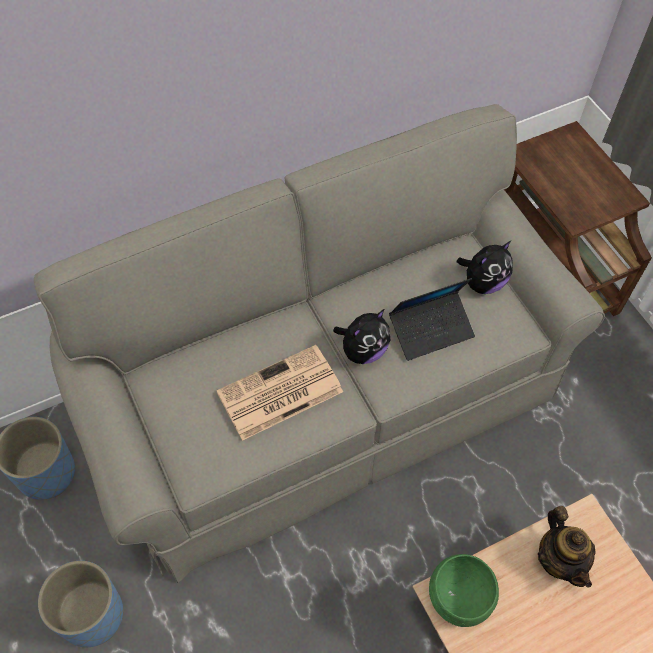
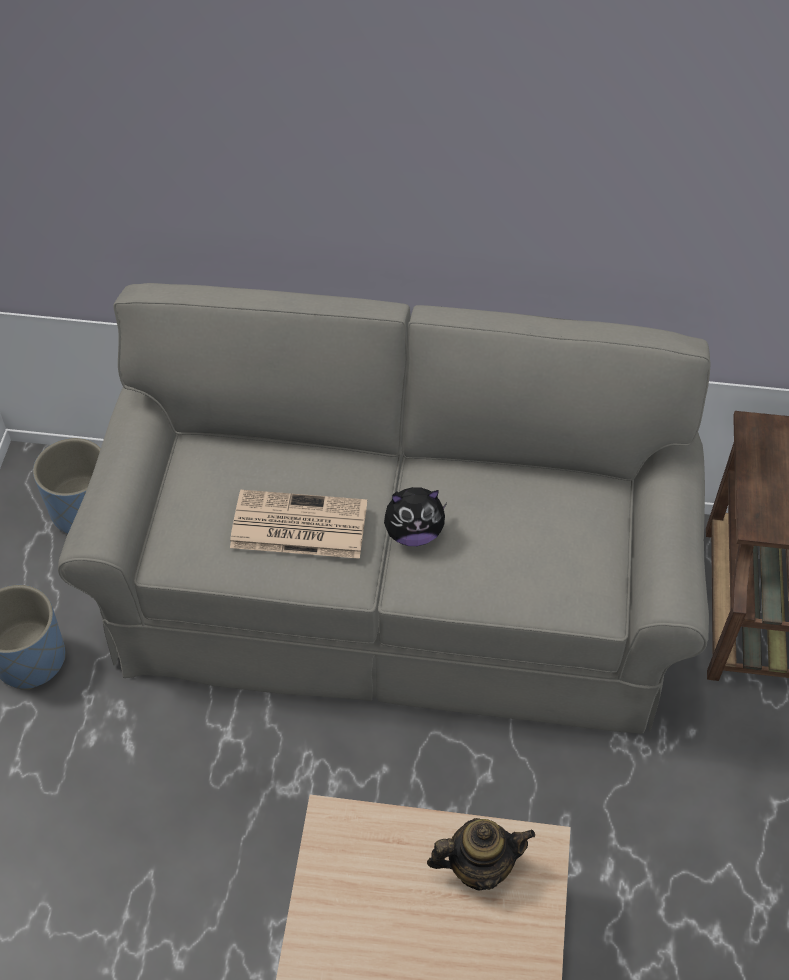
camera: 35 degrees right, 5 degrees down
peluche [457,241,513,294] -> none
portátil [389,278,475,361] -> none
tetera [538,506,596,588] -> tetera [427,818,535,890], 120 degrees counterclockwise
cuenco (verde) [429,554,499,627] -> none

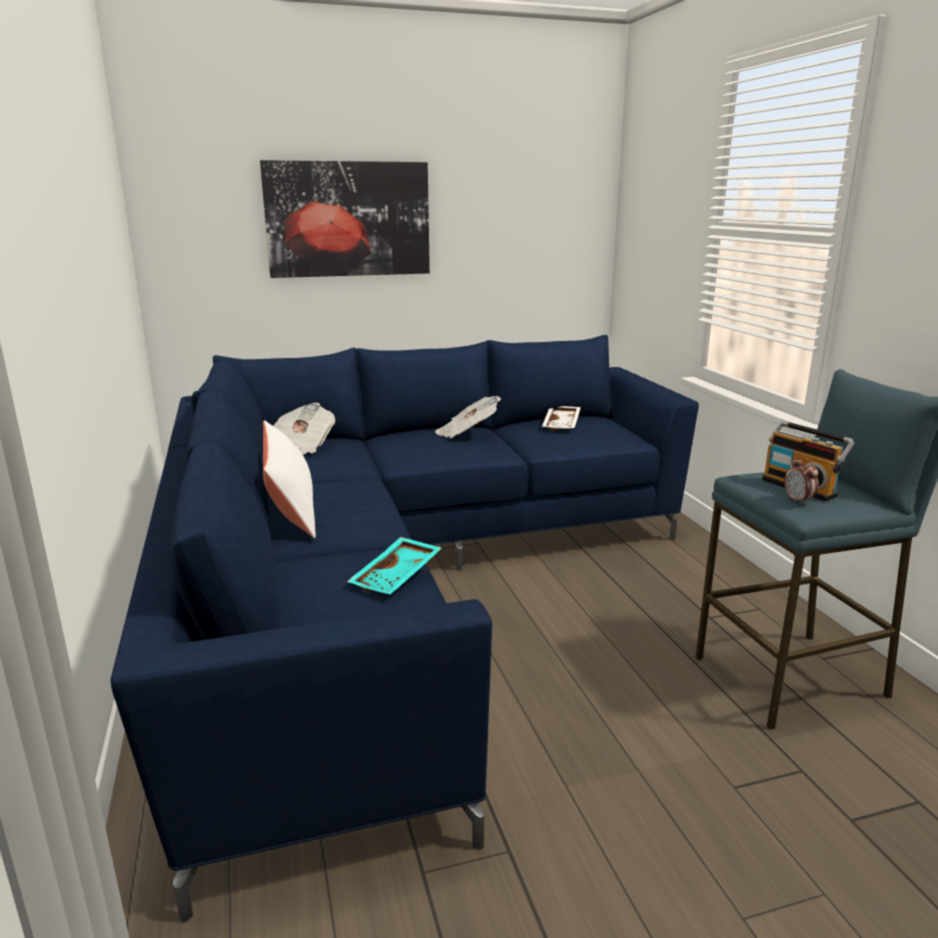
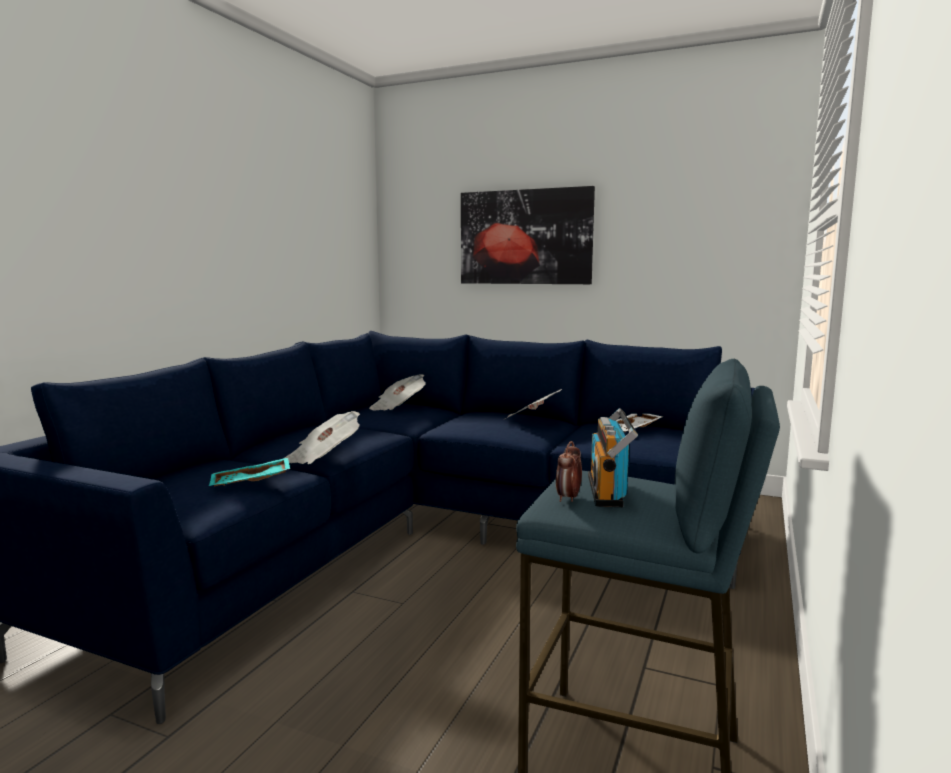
camera: 40 degrees right, 10 degrees down
cojín (blanco) [263,420,316,538] -> none
none -> periódico [285,411,360,464]

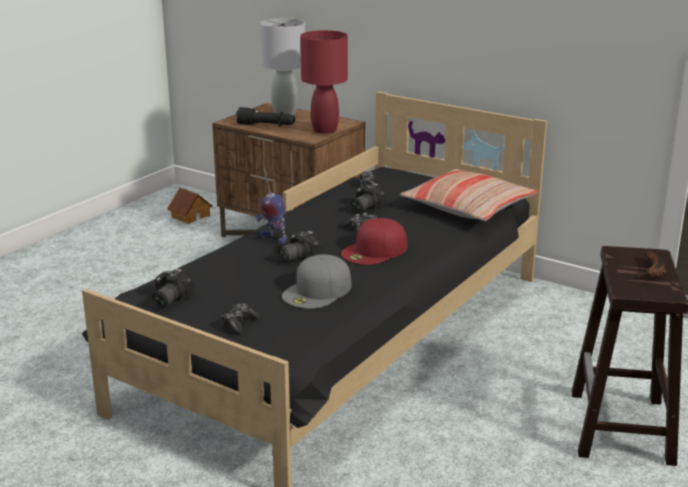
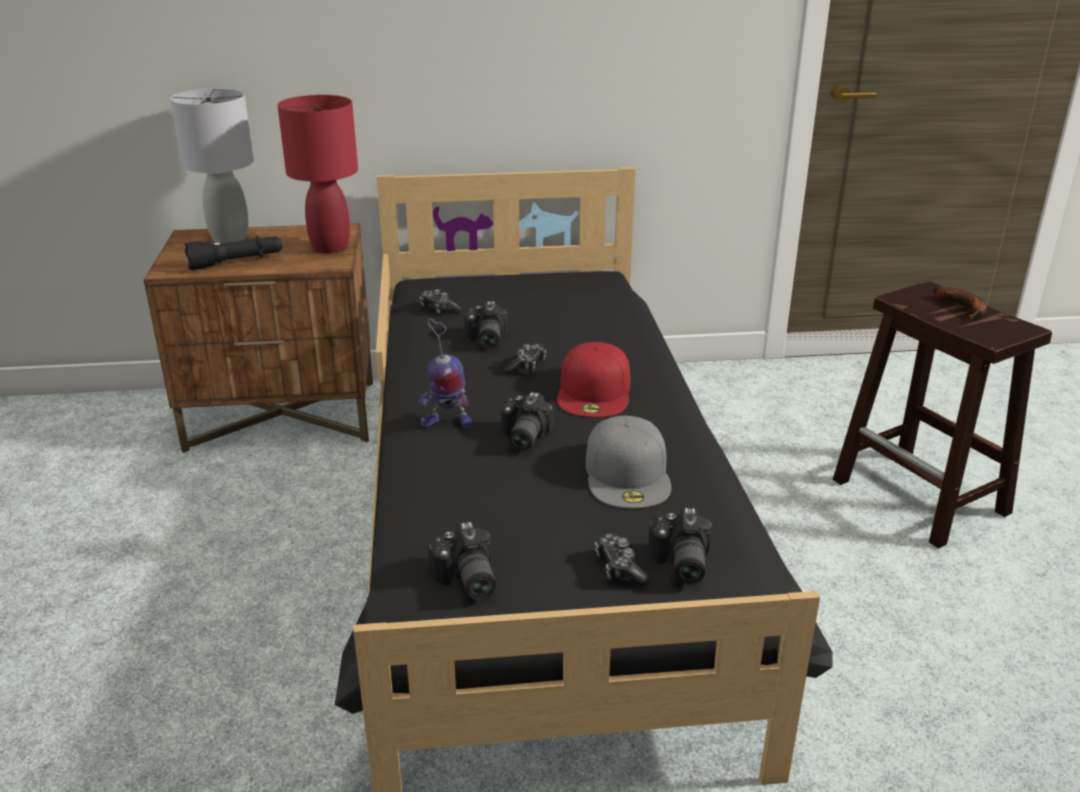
camera: 40 degrees left, 5 degrees up
cojín [400,169,538,221] -> none
casita [167,187,213,224] -> none
none -> cámara [648,507,712,584]

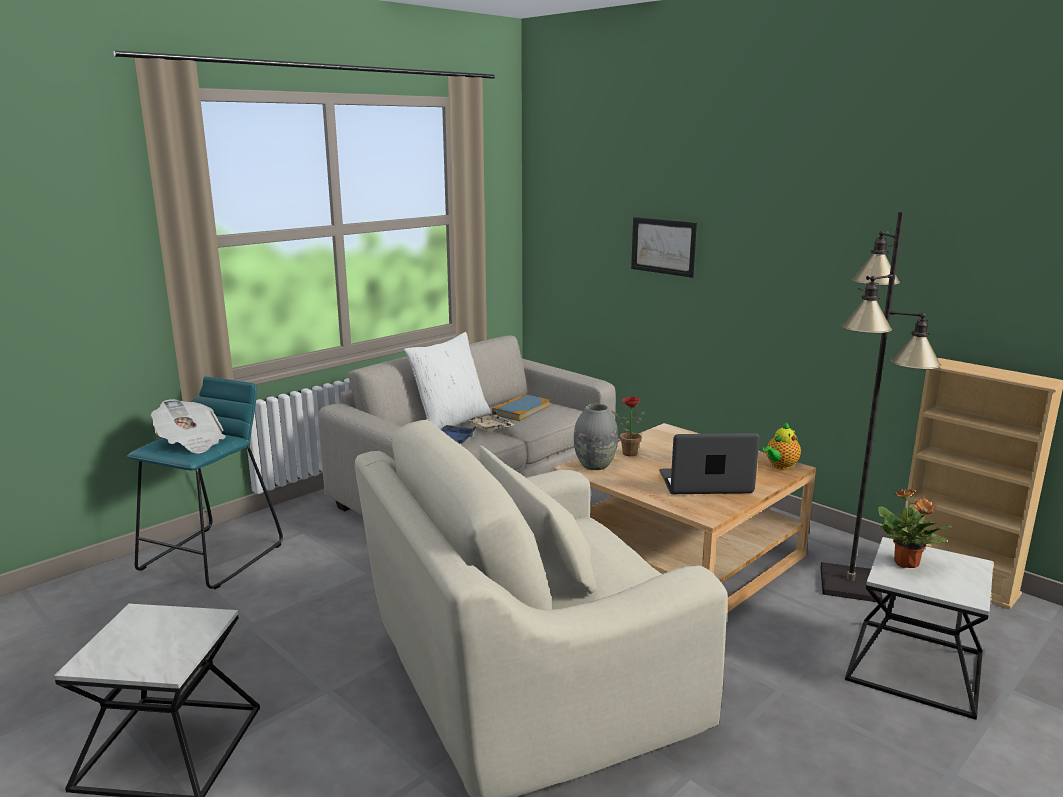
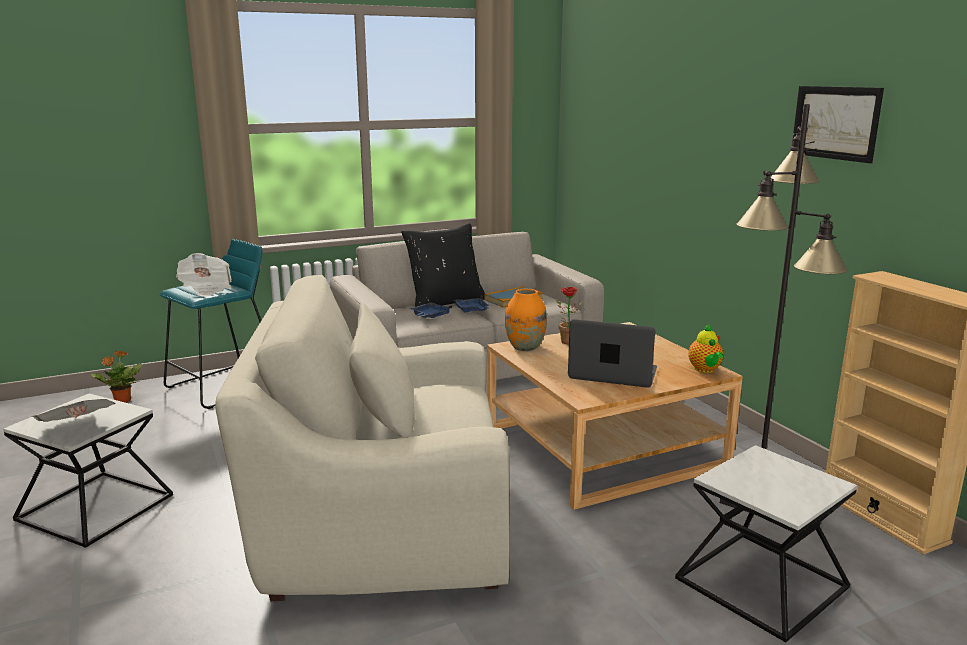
camera: 20 degrees right, 0 degrees up
cuadro [631,217,697,278] -> cuadro [793,86,884,163], shifted
cojín (blanco) [404,332,491,429] -> cojín (negro) [401,223,485,307]
florero (gris) [574,404,618,470] -> florero (naranja) [505,289,547,351]
bandeja (beis) [467,410,514,432] -> bandeja (azul) [454,296,489,313]
tetera [763,422,801,470] -> tetera [688,324,723,373], 75 degrees counterclockwise
planta en maceta [878,488,952,568] -> planta en maceta [91,351,142,403], shifted
none -> periódico [31,399,116,422]

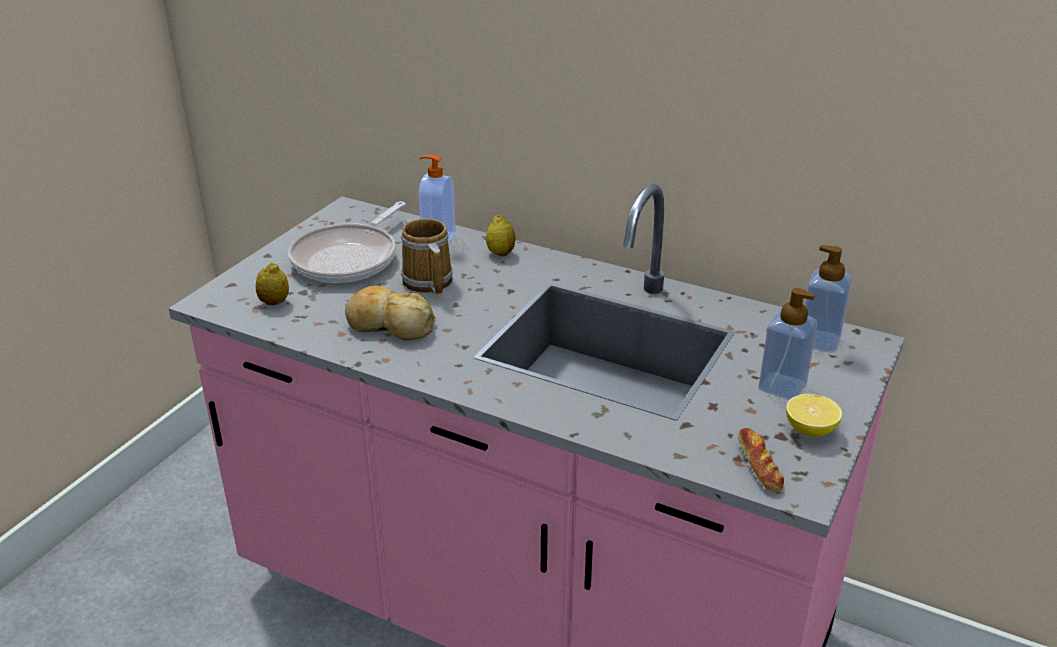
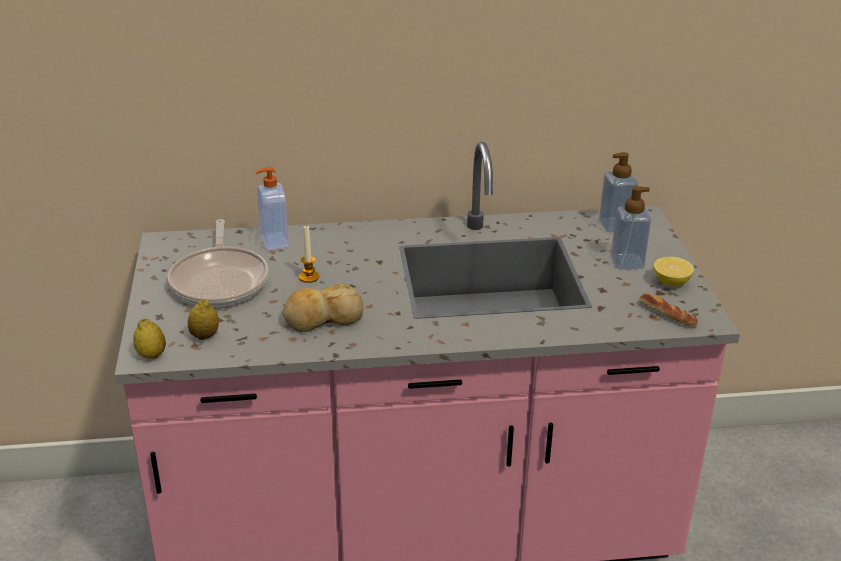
camera: 35 degrees left, 0 degrees up
limón [486,215,515,256] -> limón [133,318,166,359], shifted
taza grande [401,218,453,295] -> vela [299,226,319,283]

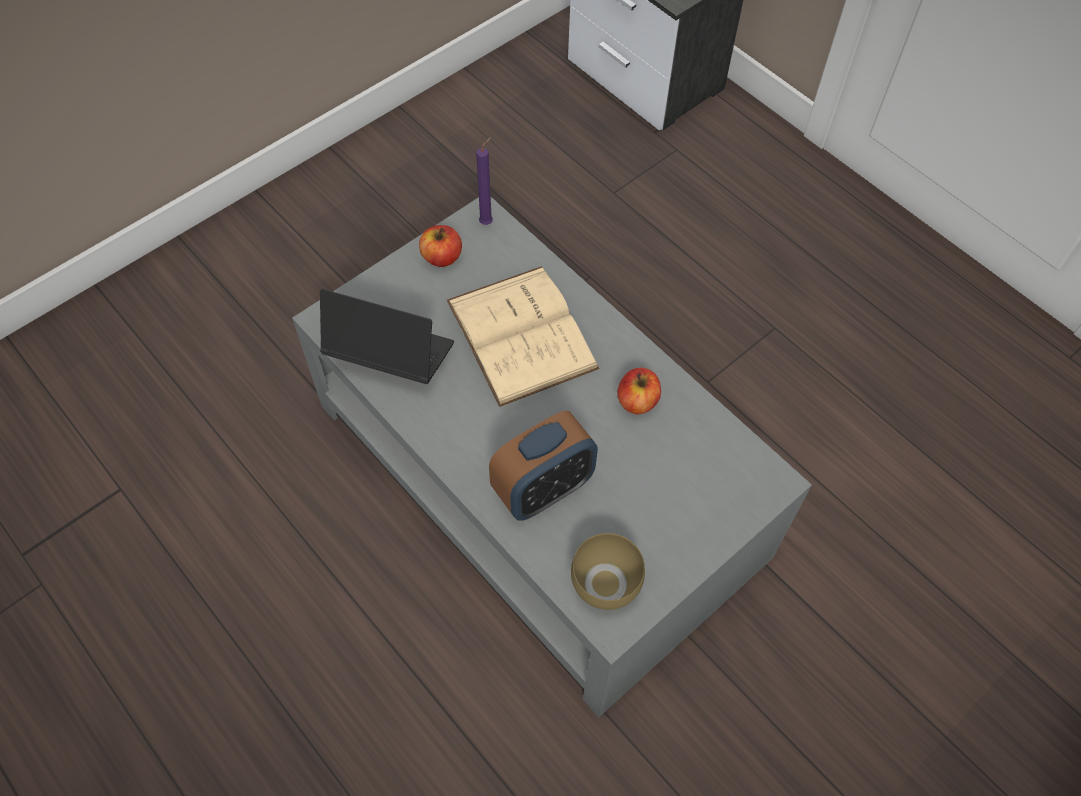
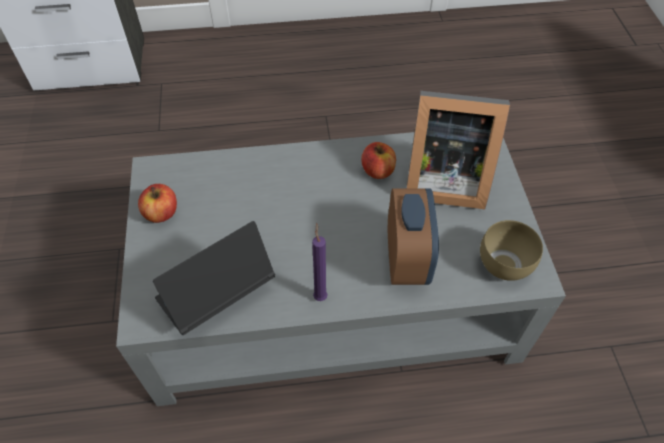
camera: 55 degrees left, 5 degrees down
vela (morado) [476,137,493,225] -> vela (morado) [312,223,328,301], shifted
libro (beis) [447,266,599,407] -> none
none -> portarretratos [406,91,510,209]

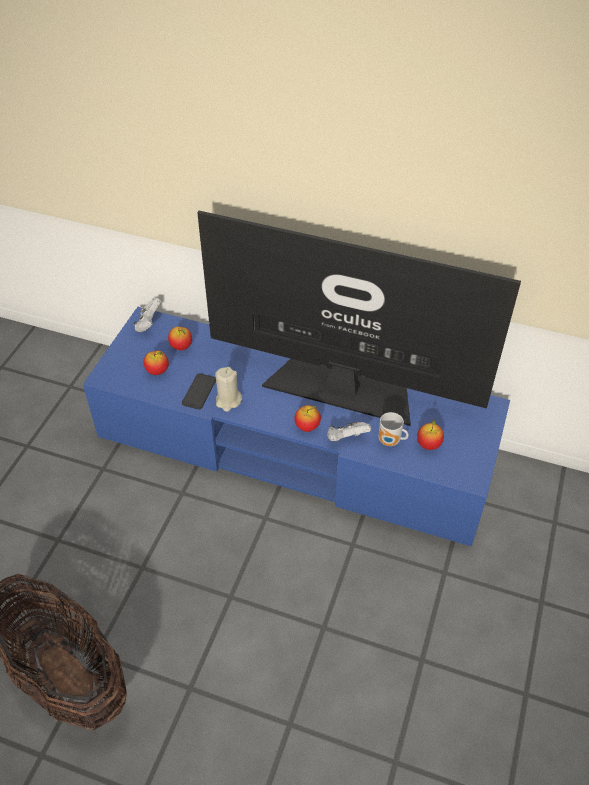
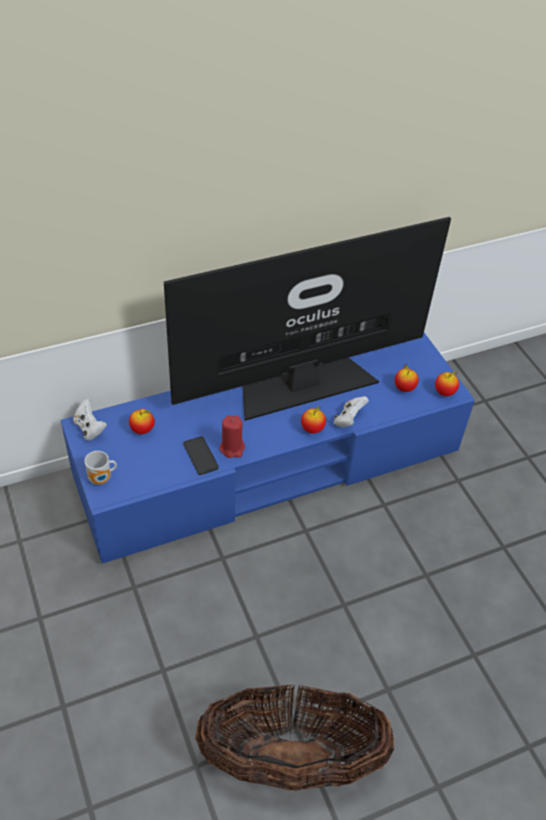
camera: 45 degrees left, 0 degrees up
manzana [144,351,169,375] -> manzana [435,371,459,396], shifted
vela (beis) [215,367,242,412] -> vela (rojo) [219,415,245,458]
taza grande [378,412,409,446] -> taza grande [85,451,117,485], shifted

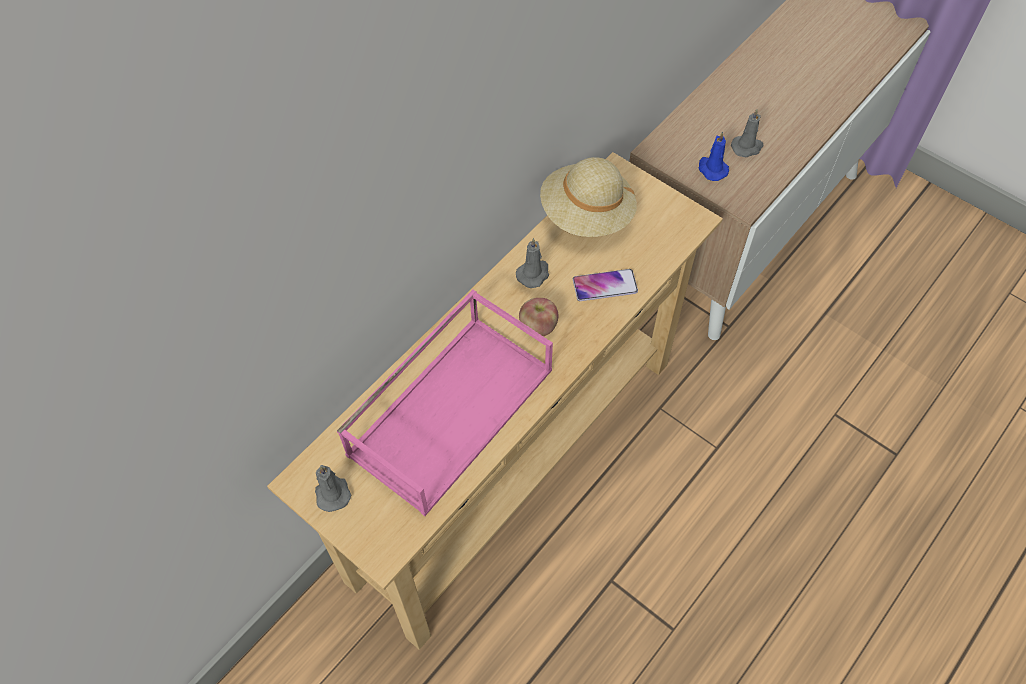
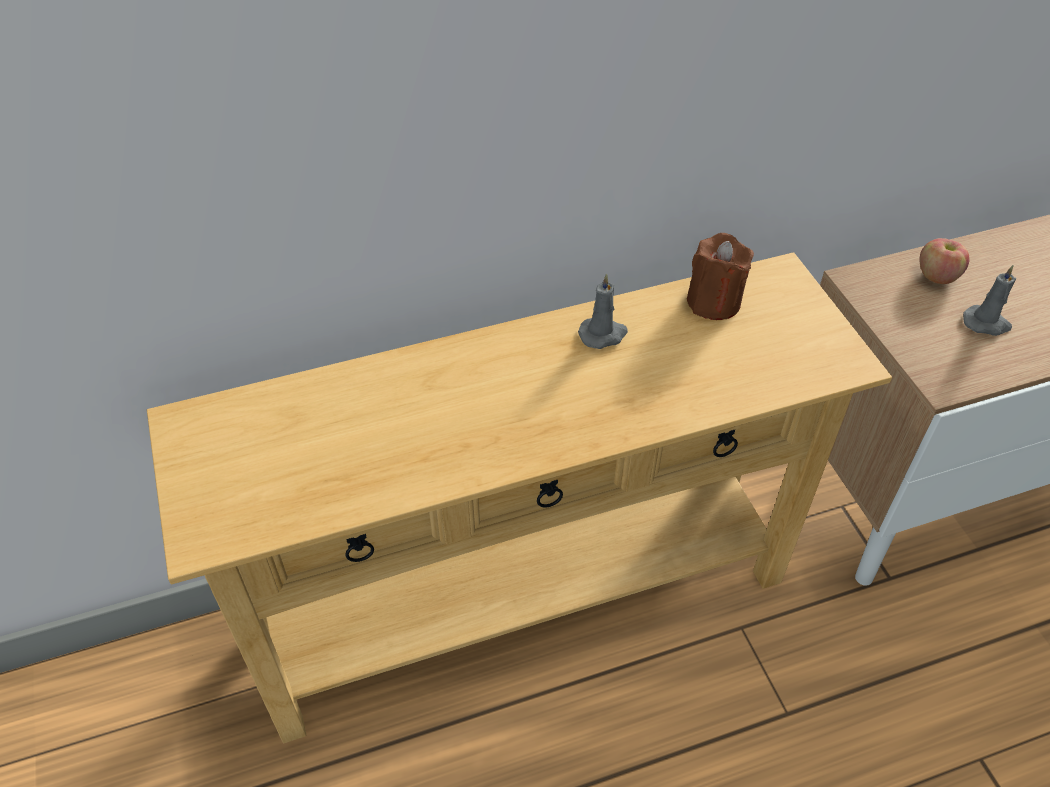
camera: 30 degrees right, 10 degrees down
vela (azul) [698,132,729,181] -> none
sombrero (beis) [540,157,637,237] -> vela (marrón) [687,233,754,320]
móvil [573,269,638,301] -> none
bandeja (rosa) [337,290,553,516] -> none
manzana [519,298,558,336] -> manzana [919,238,970,284], shifted
vela (gris) [315,465,351,512] -> none

